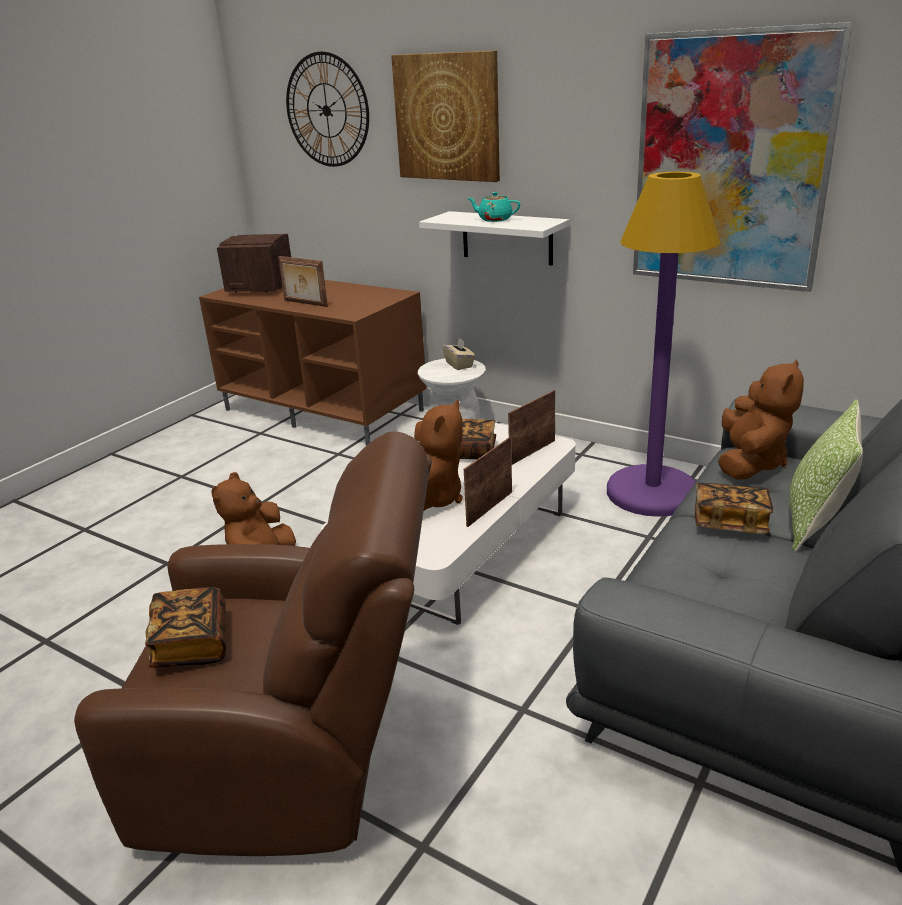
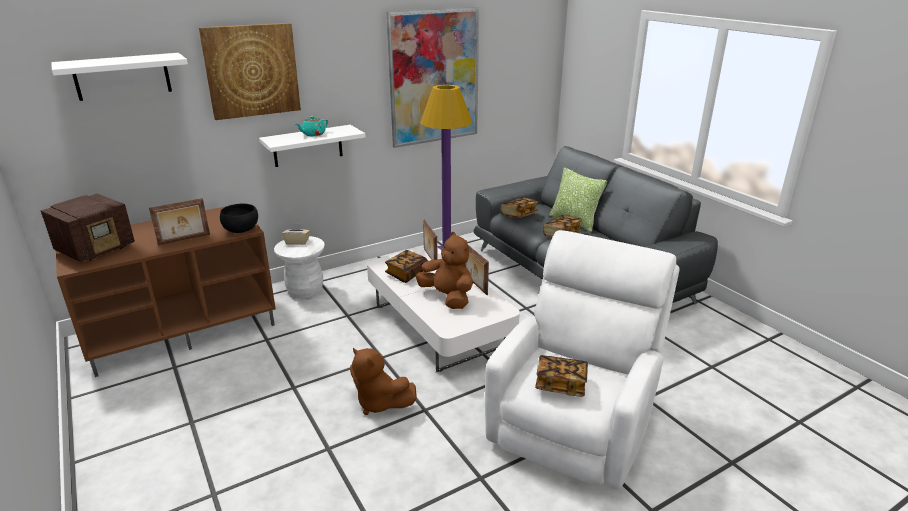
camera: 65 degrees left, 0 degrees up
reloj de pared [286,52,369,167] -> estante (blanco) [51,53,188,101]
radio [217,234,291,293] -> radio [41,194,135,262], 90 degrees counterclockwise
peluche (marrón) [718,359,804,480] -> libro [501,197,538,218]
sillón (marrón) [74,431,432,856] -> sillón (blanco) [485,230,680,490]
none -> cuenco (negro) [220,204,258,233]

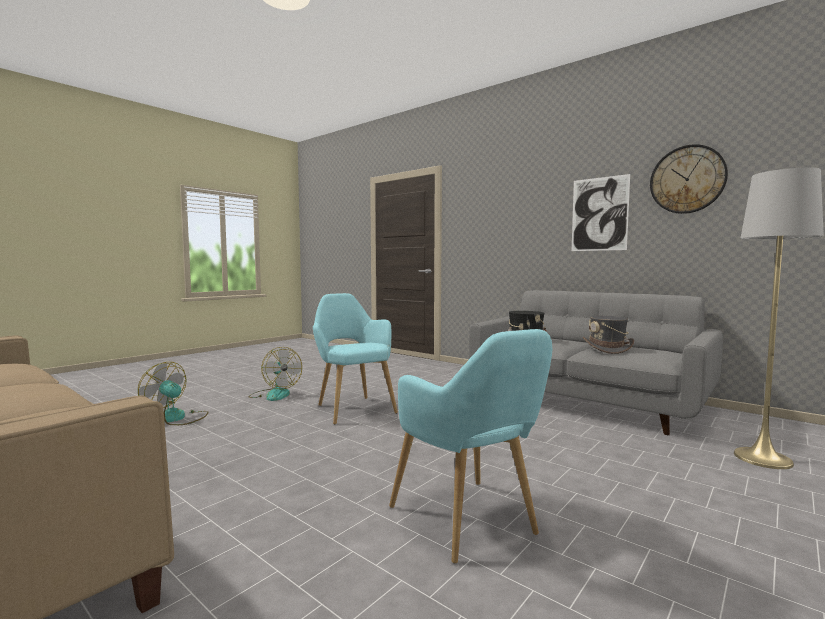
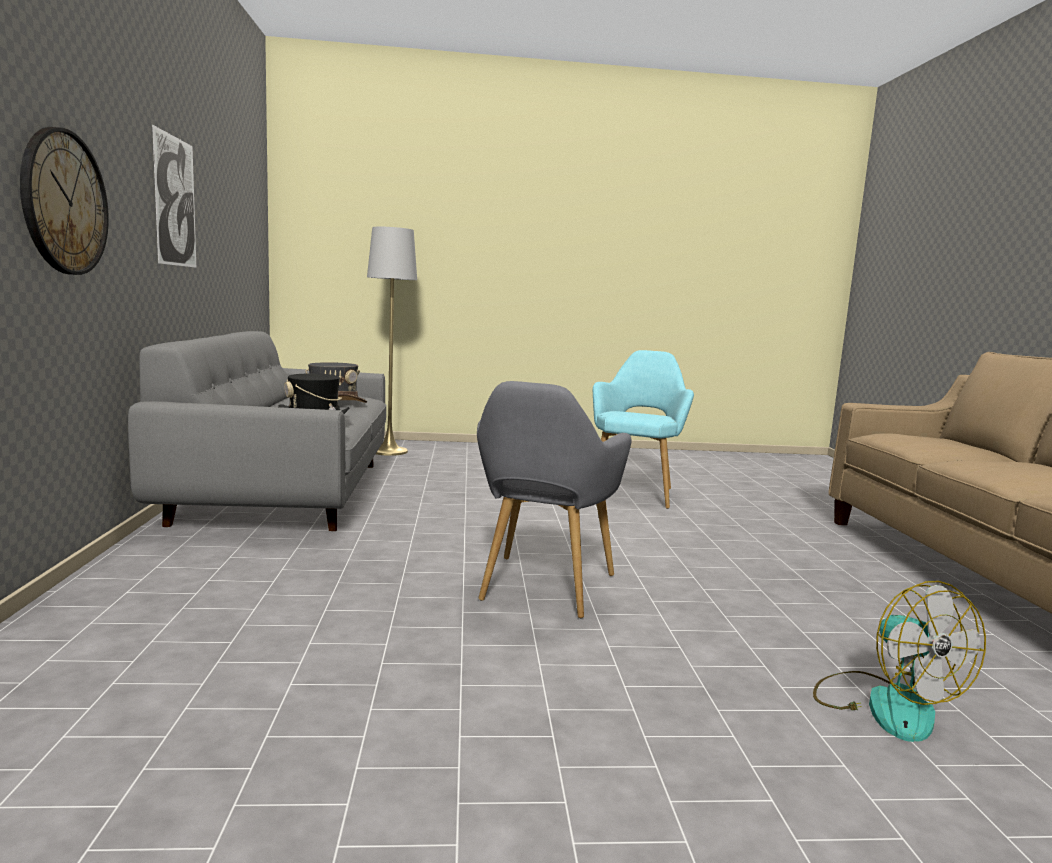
camera: 135 degrees left, 5 degrees up
reloj de pared [650,144,728,214] -> reloj de pared [20,127,109,275], shifted
sillón (turquesa) [313,293,398,425] -> sillón (gris) [477,381,632,618]
ventilador [248,347,302,401] -> none

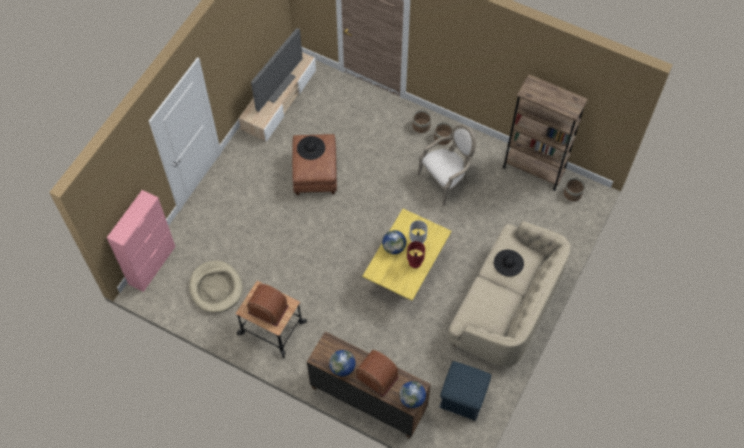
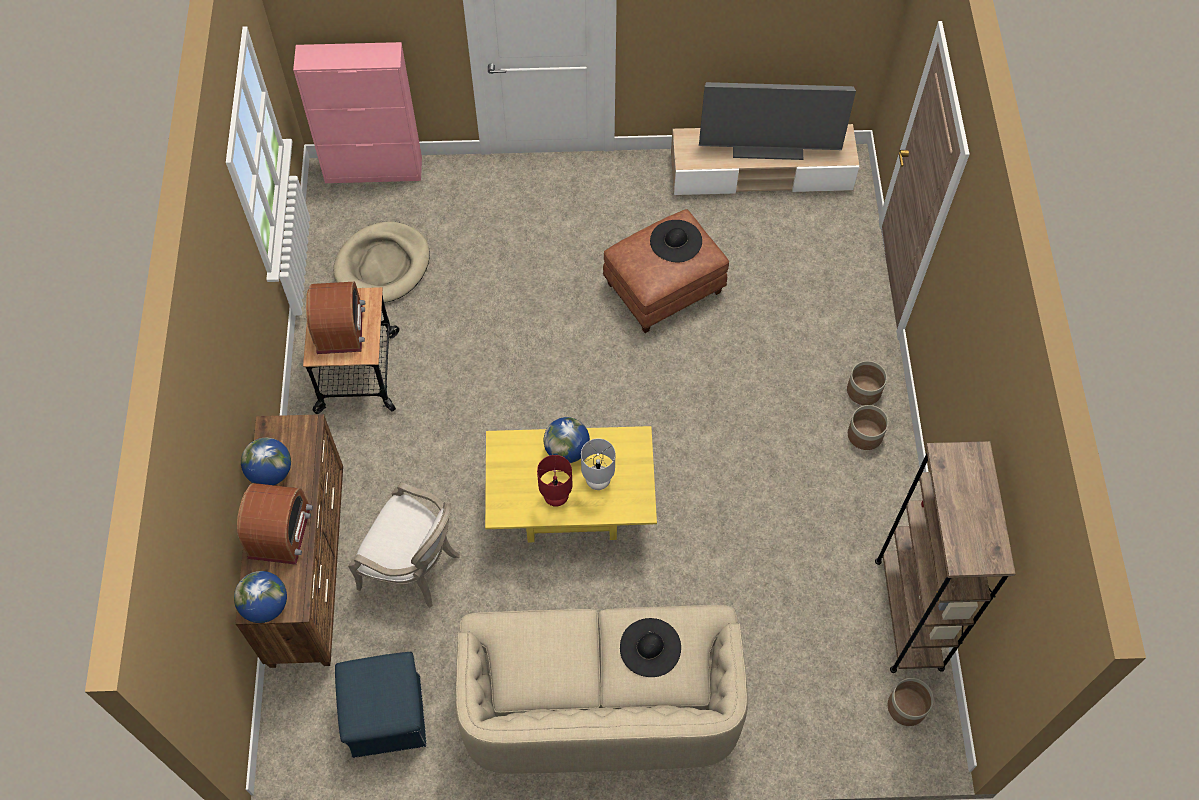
camera: 60 degrees right, 0 degrees up
sillón [417,124,476,206] -> sillón [348,482,459,608], shifted

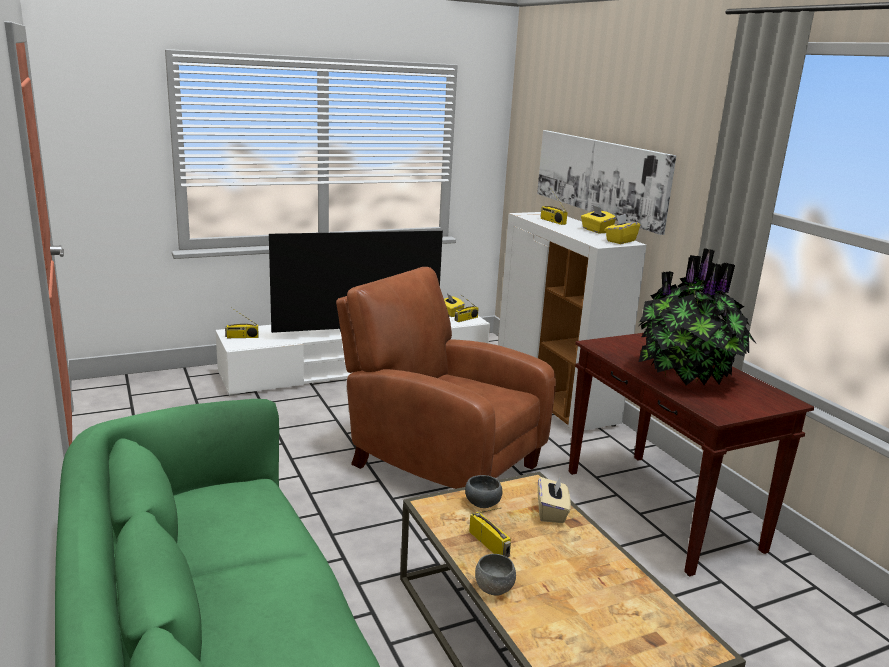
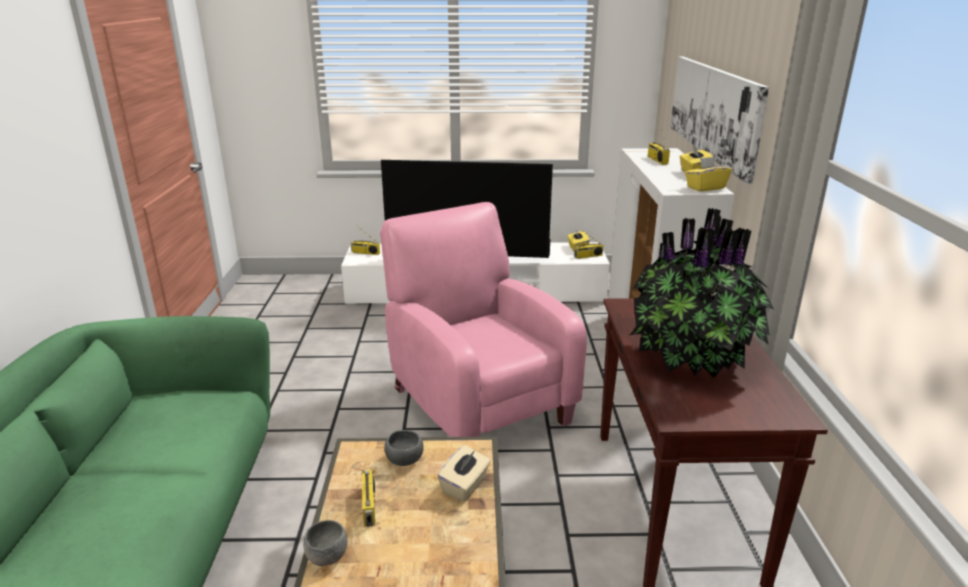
camera: 25 degrees right, 5 degrees up
sillón (marrón) [336,267,556,489] -> sillón (rosa) [380,202,587,437]

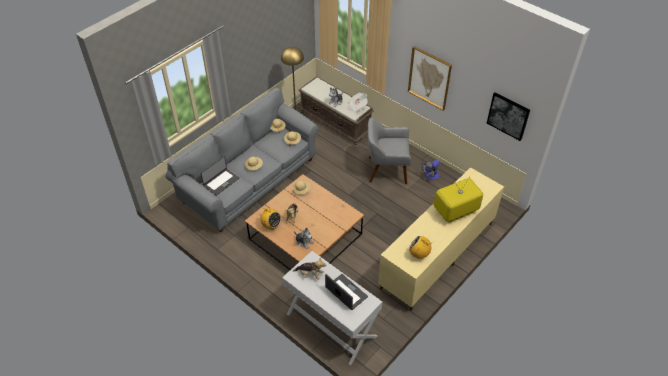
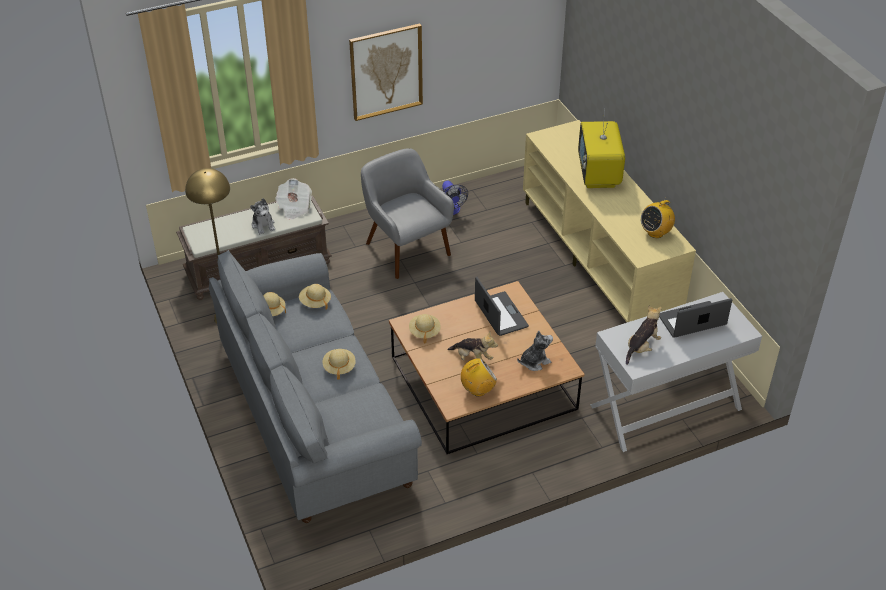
camera: 65 degrees left, 5 degrees down
cuadro [487,92,530,141] -> none
sillón (gris) [368,118,411,184] -> sillón (gris) [361,148,454,279], 120 degrees clockwise
portátil [200,156,239,196] -> portátil [475,277,529,336], shifted

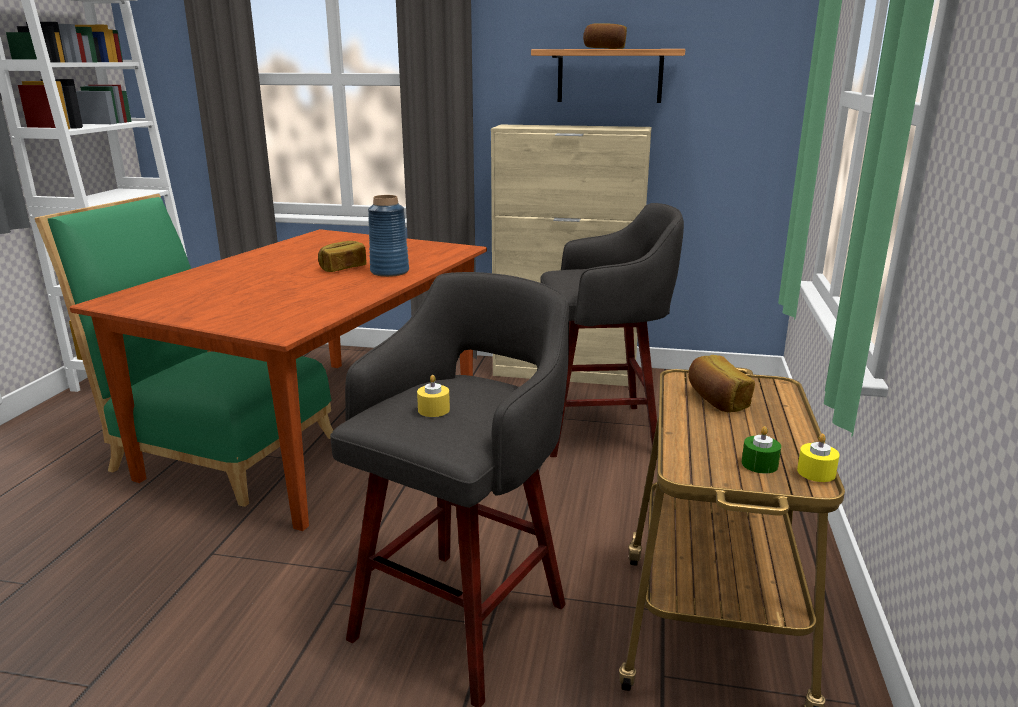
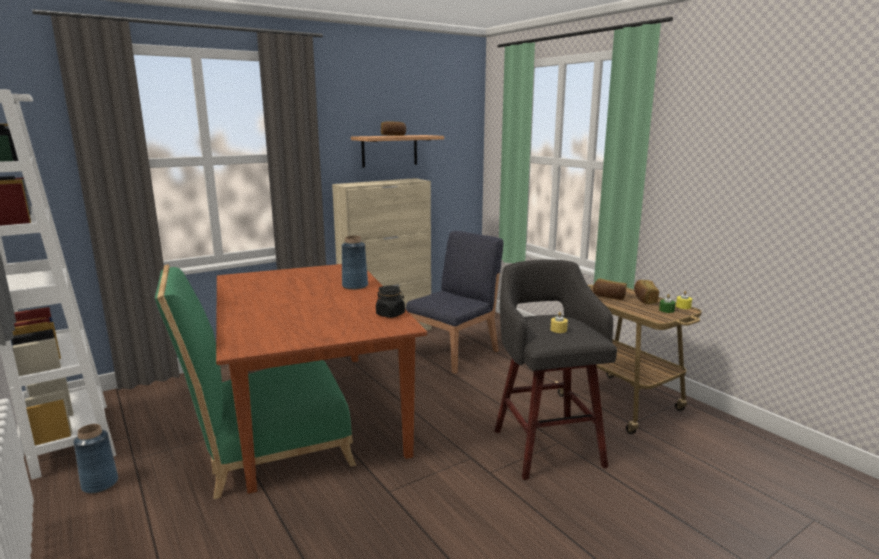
camera: 45 degrees left, 5 degrees down
taburete (gris) [541,203,684,457] -> silla (azul) [406,231,503,374]
pan [318,241,367,272] -> pan [634,280,659,304], shifted
none -> tarro (negro) [376,286,405,318]
none -> florero (azul) [73,424,118,494]

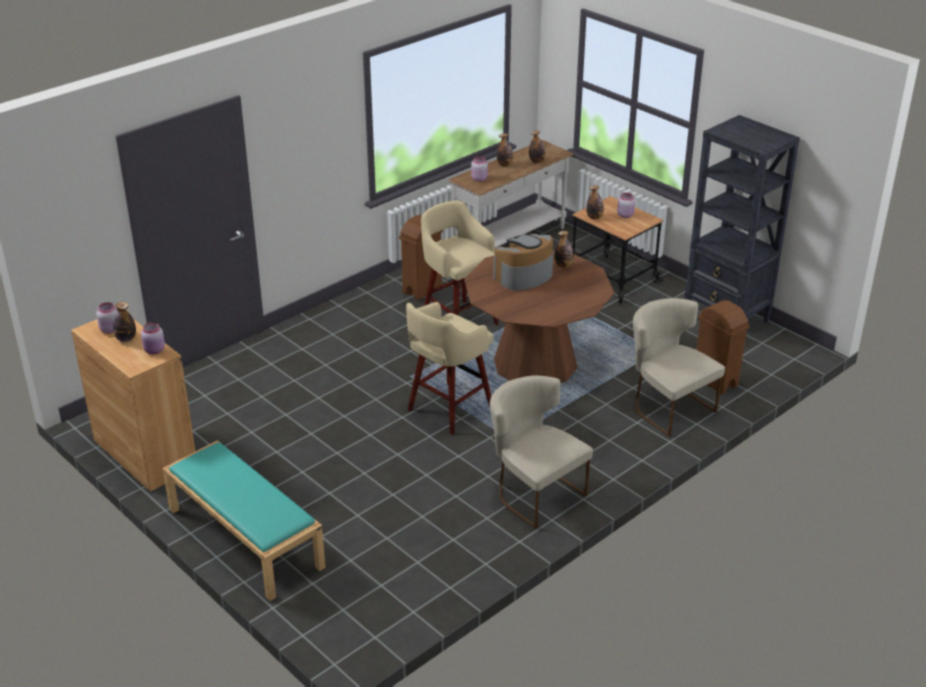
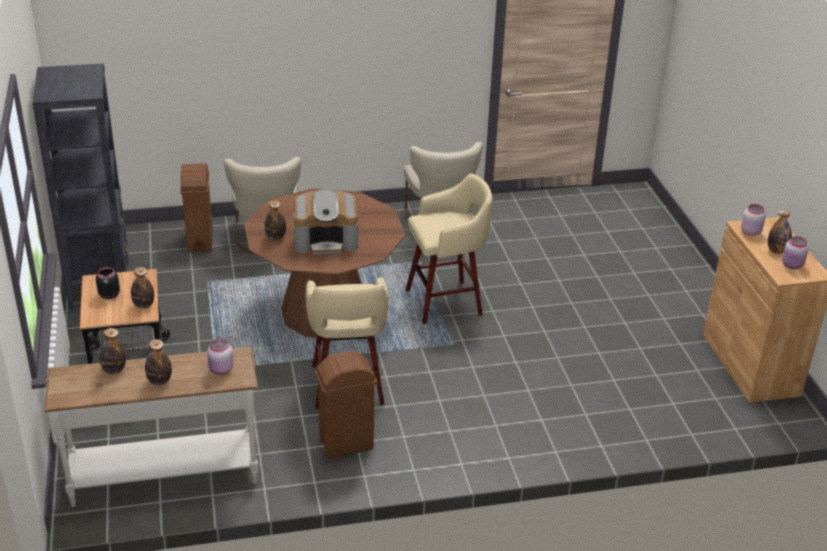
camera: 150 degrees left, 0 degrees up
tarro (rosa) [617,193,635,218] -> tarro (negro) [96,267,120,300]
banco (turquesa) [162,440,325,601] -> none

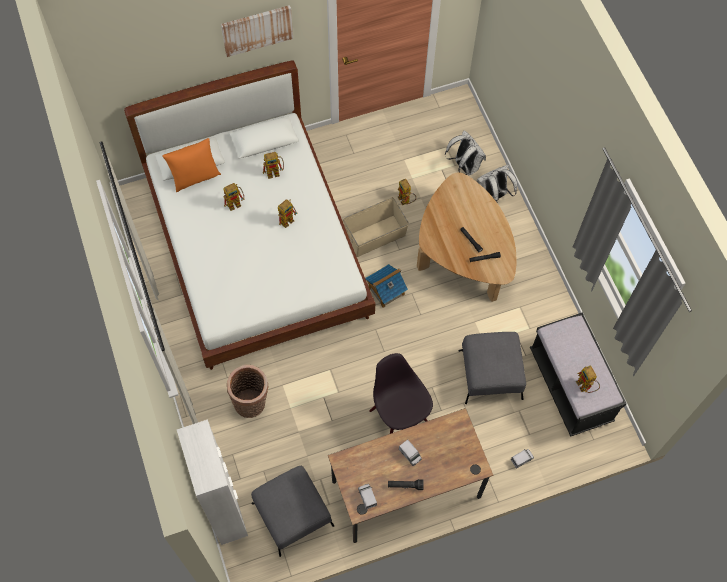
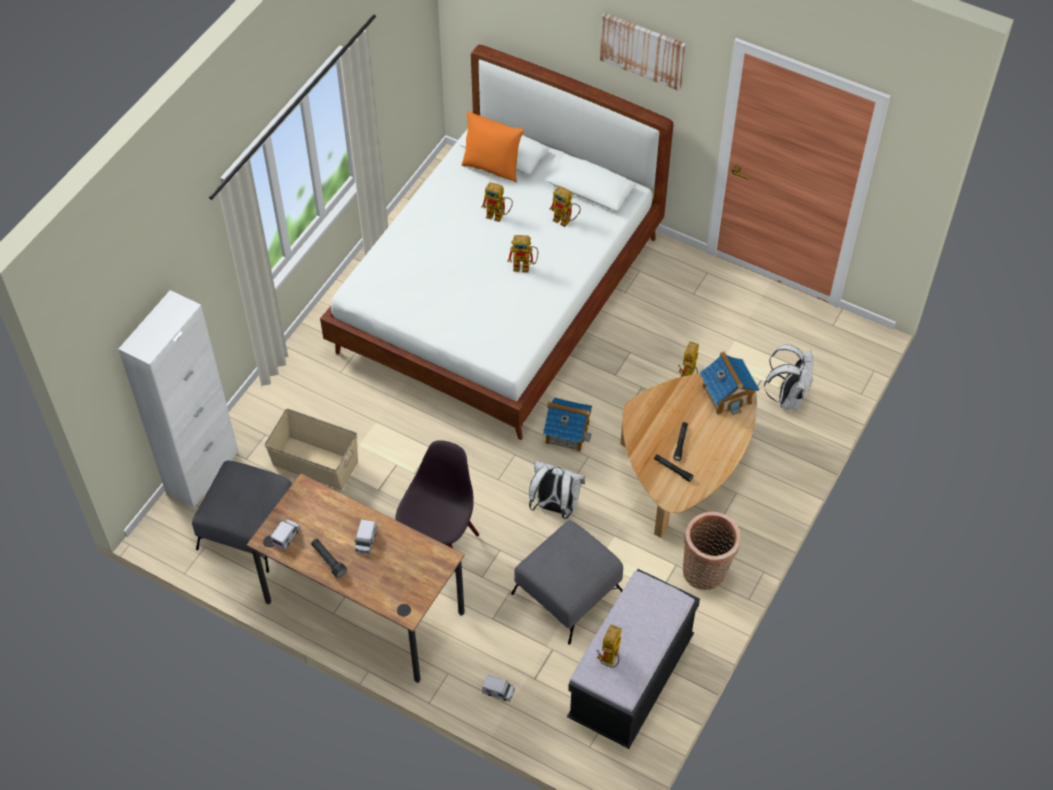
camera: 50 degrees right, 10 degrees down
mochila (blanco) [477,164,517,202] -> mochila (blanco) [529,461,585,519], shifted
caja de almacenaje (beis) [343,197,409,257] -> caja de almacenaje (beis) [265,409,358,490], shifted
cesta [227,365,269,418] -> cesta [683,512,741,590], shifted
none -> casita [699,352,759,415]

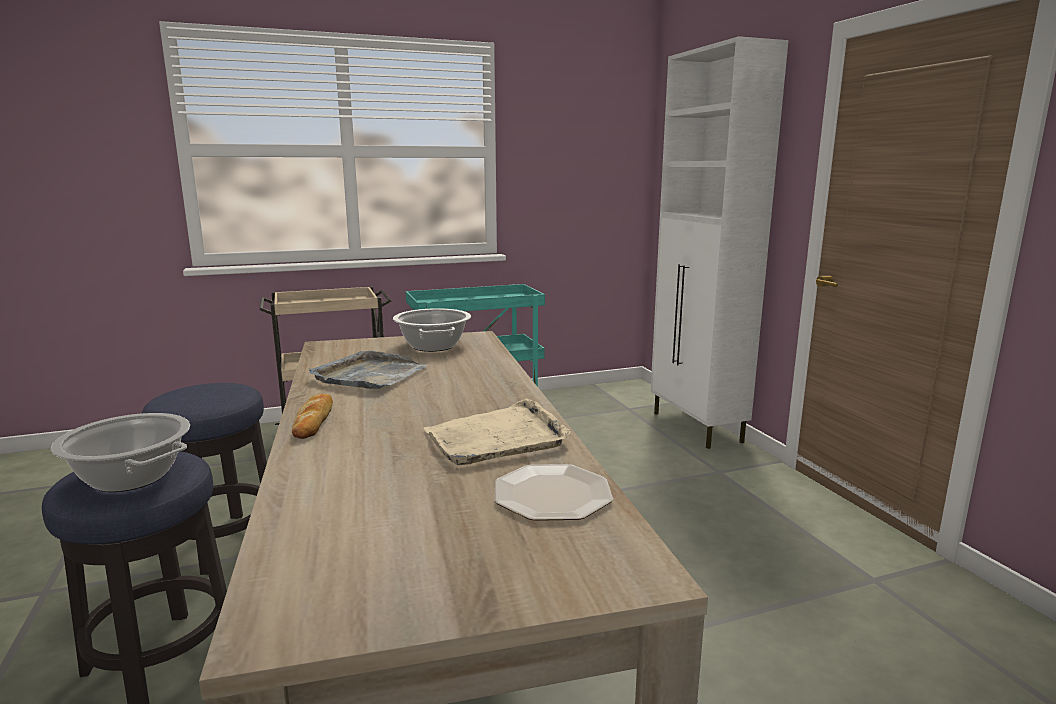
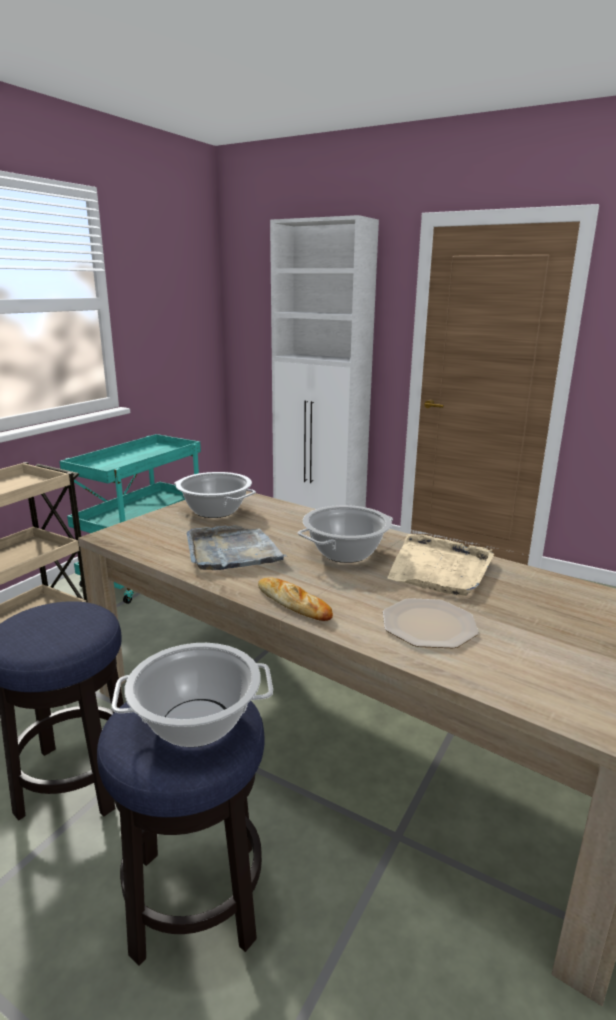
camera: 40 degrees left, 5 degrees up
plato [494,464,613,521] -> plato [383,598,479,648], shifted
none -> olla [298,505,393,563]

